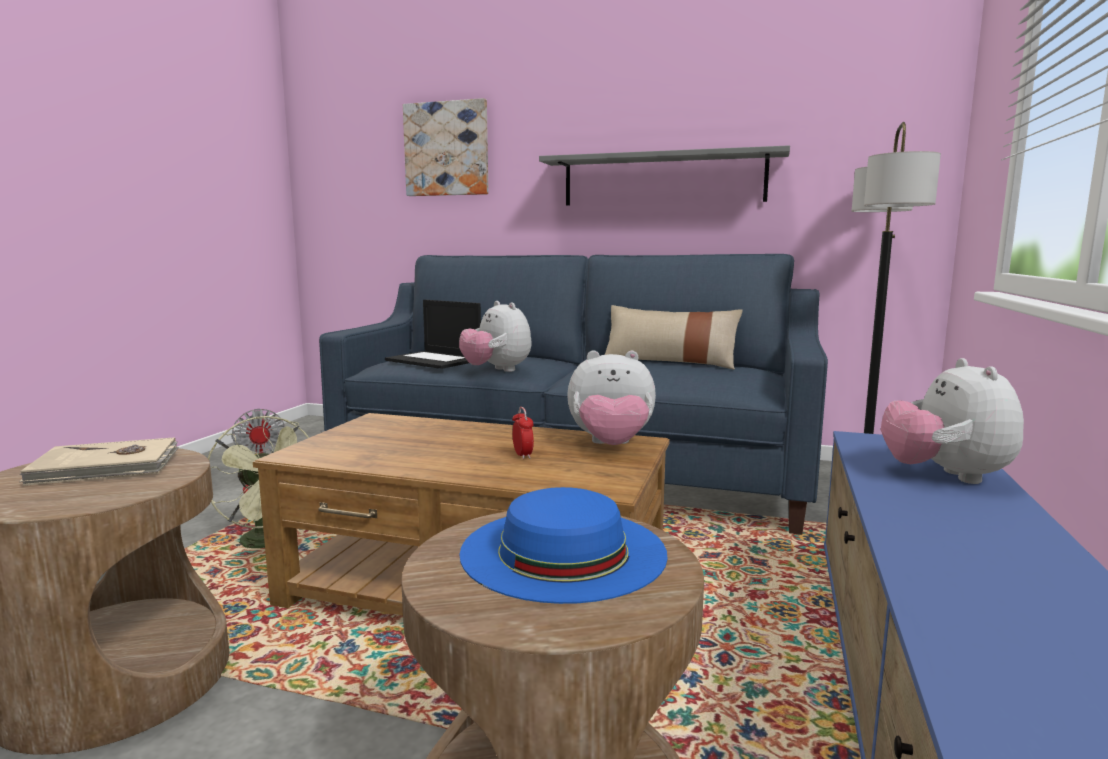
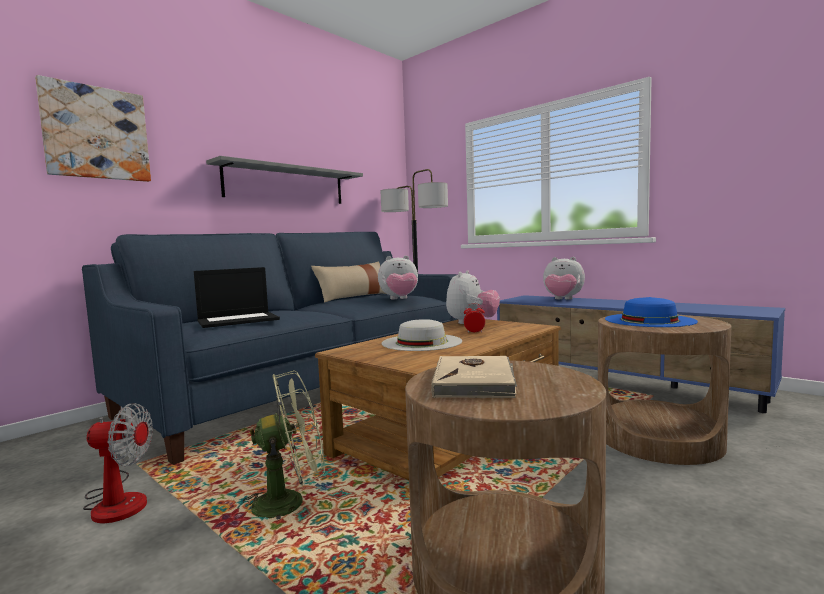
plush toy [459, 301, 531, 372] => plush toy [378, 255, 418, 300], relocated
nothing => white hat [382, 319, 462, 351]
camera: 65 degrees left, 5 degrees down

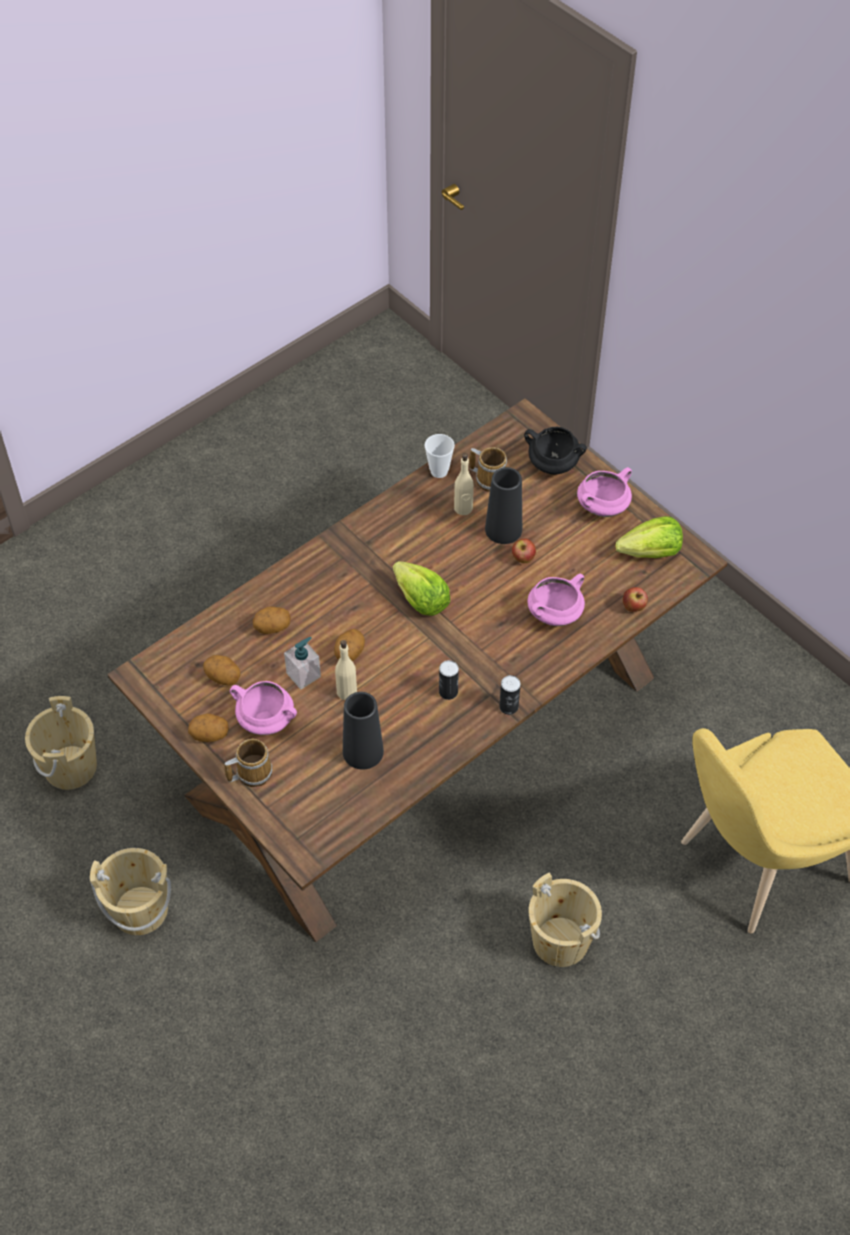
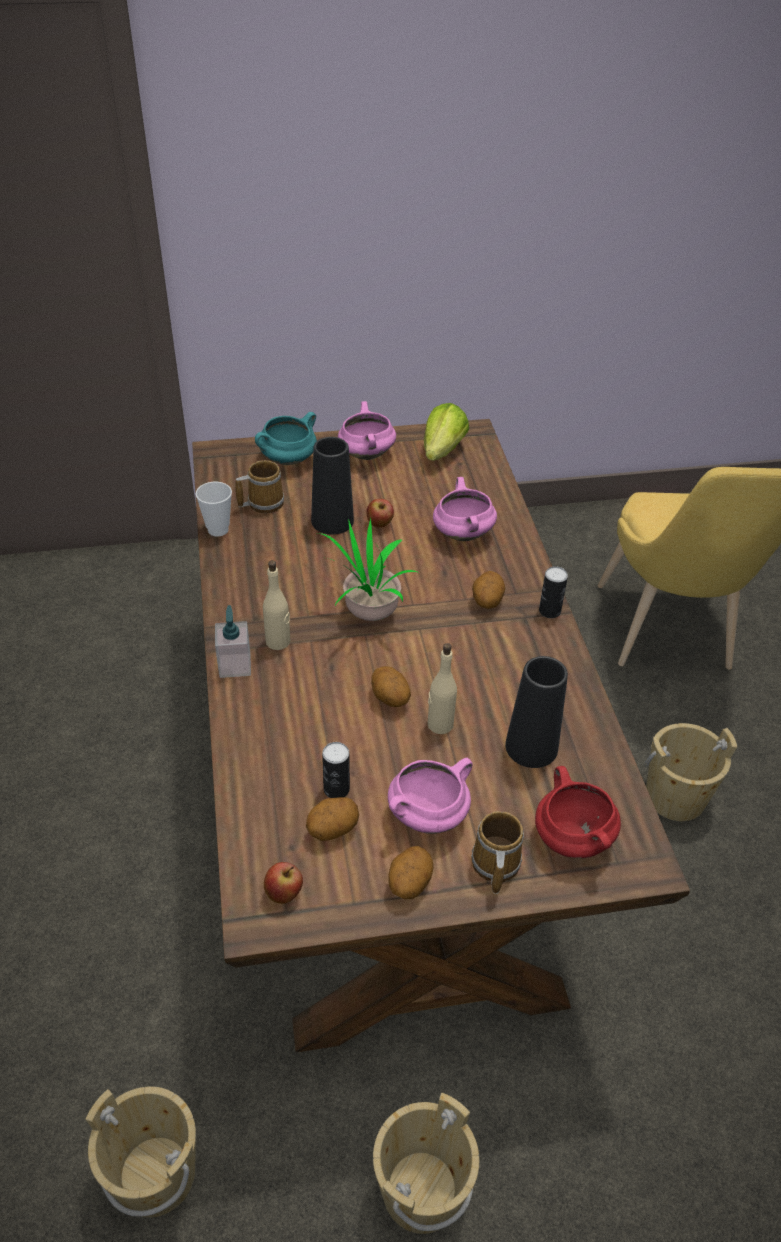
potato [253, 606, 291, 634] => potato [472, 571, 505, 609], relocated
soap dispenser [284, 637, 321, 689] => soap dispenser [215, 605, 251, 678], relocated
lettuce [393, 561, 450, 616] => potted plant [318, 518, 419, 621]
can [439, 660, 459, 700] => can [322, 742, 350, 798], relocated
beige bottle [454, 453, 474, 515] => beige bottle [263, 560, 291, 650], relocated
black cooking pot [524, 427, 587, 474] => turquoise cooking pot [255, 412, 317, 465]
apple [623, 587, 648, 612] => apple [264, 862, 303, 904], relocated
nothing => red cooking pot [535, 766, 621, 859]
camera: 60 degrees left, 10 degrees down

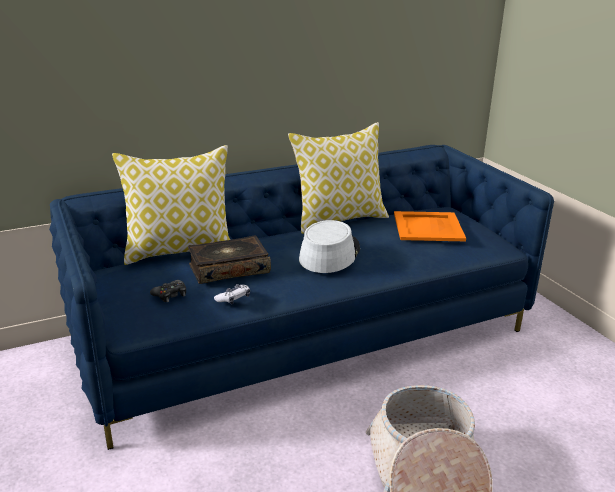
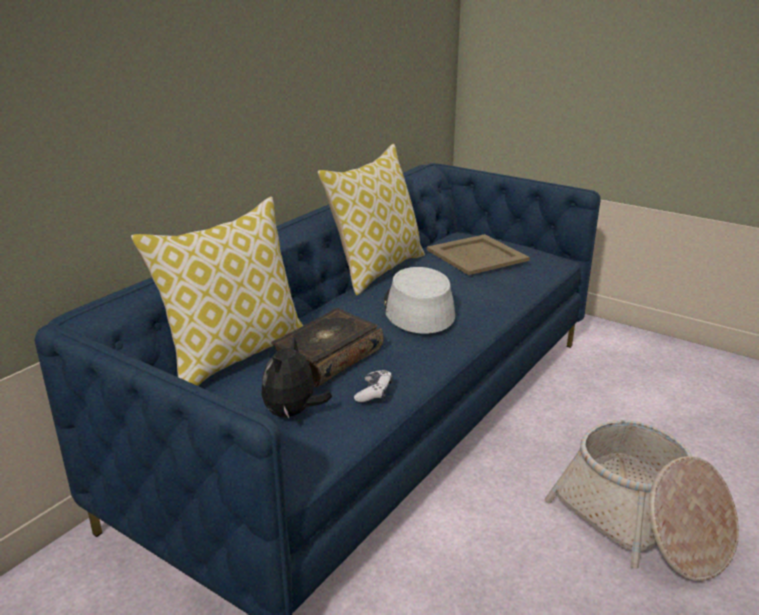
black game controller [150, 280, 186, 302] => plush toy [261, 337, 332, 419]
orange tray [394, 211, 466, 241] => beige tray [427, 234, 530, 275]
camera: 30 degrees left, 0 degrees up

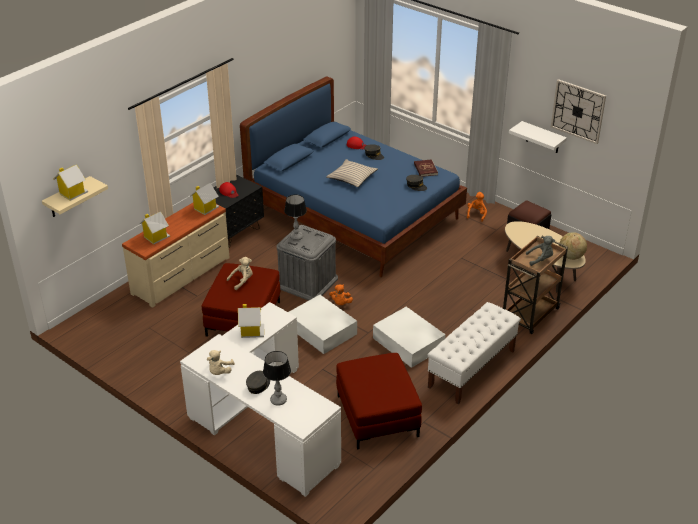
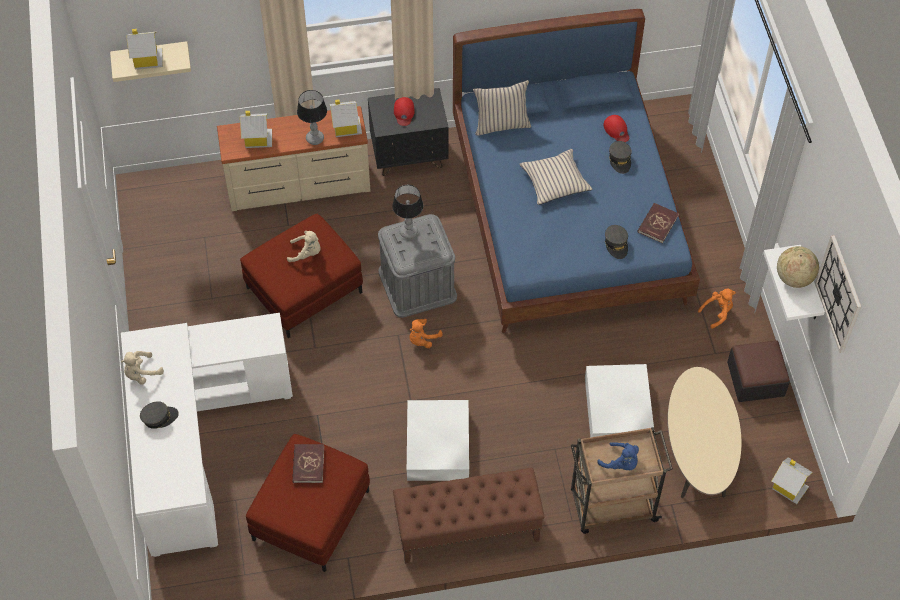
toy house [238, 304, 264, 338] => toy house [772, 457, 813, 504], relocated
table lamp [263, 351, 291, 406] => table lamp [297, 90, 327, 145], relocated
white storage box [288, 295, 357, 354] => white storage box [585, 364, 655, 437], relocated
white bench [428, 302, 521, 404] => brown bench [393, 468, 545, 564]
grey plush toy [526, 236, 555, 266] => blue plush toy [597, 442, 639, 470]
globe [559, 232, 587, 260] => globe [777, 246, 819, 288], relocated
nothing => red book [292, 444, 324, 483]
nothing => beige pillow [473, 80, 531, 136]
camera: 40 degrees right, 20 degrees up

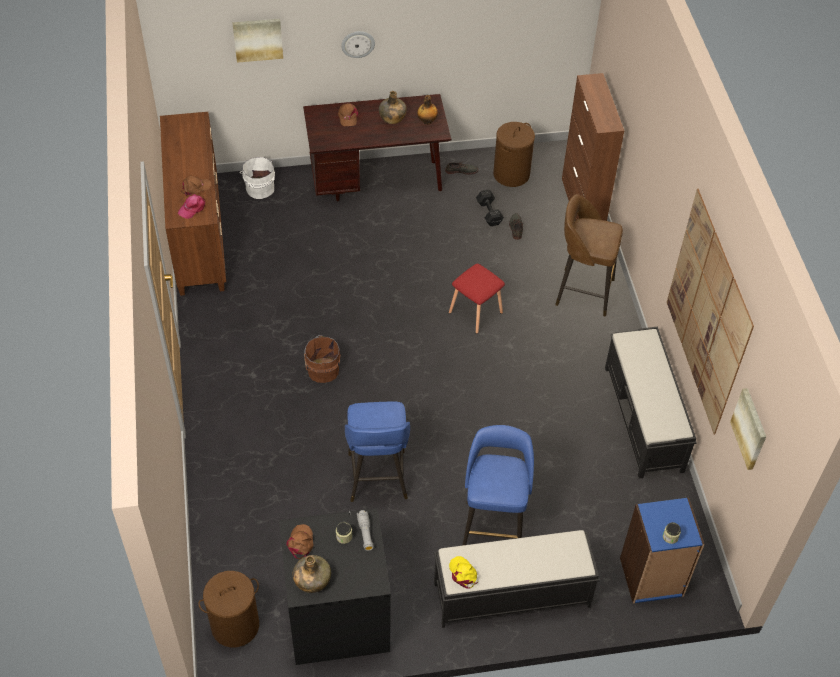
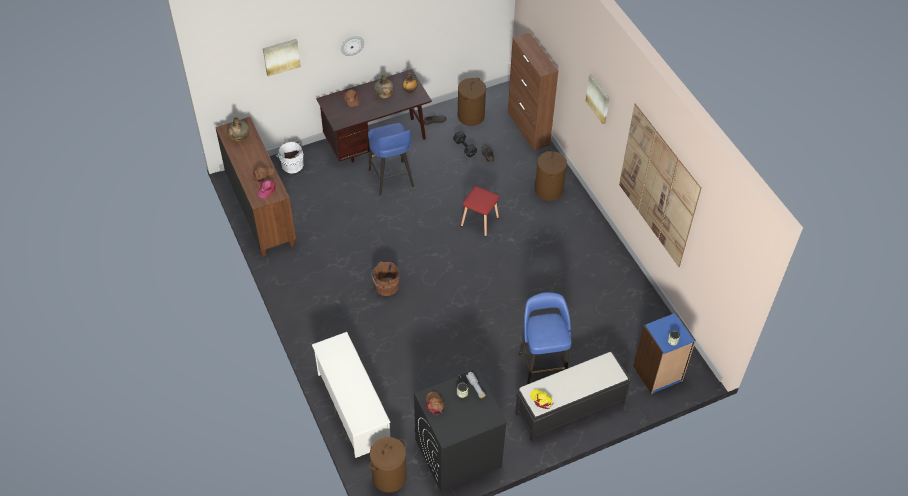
green bottle [292, 555, 331, 593] => green bottle [227, 117, 249, 141], relocated
blue stool [345, 402, 410, 502] => blue stool [368, 123, 414, 196], relocated
brown stool [555, 194, 623, 316] => brown laundry basket [535, 150, 567, 201]
black bench [605, 327, 697, 479] => nothing
picture [730, 388, 766, 470] => picture [585, 74, 610, 124], relocated
nothing => white shoe rack [312, 332, 391, 458]
camera: 15 degrees left, 0 degrees up

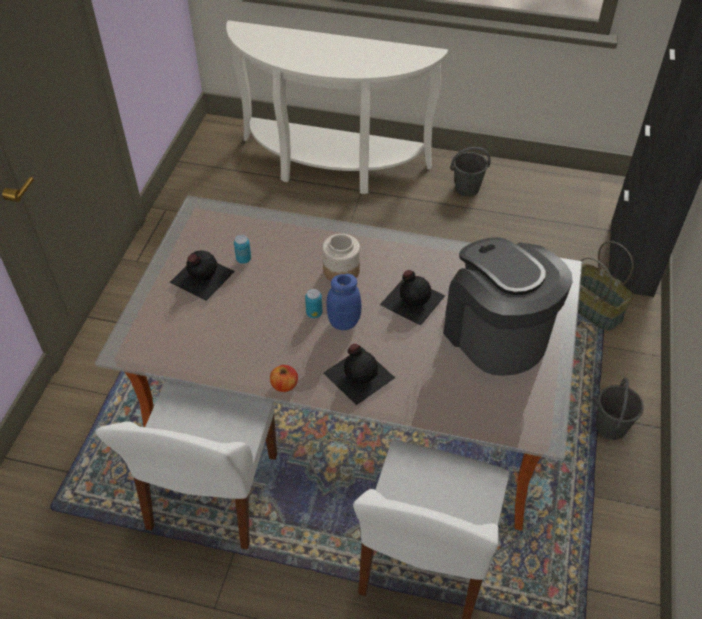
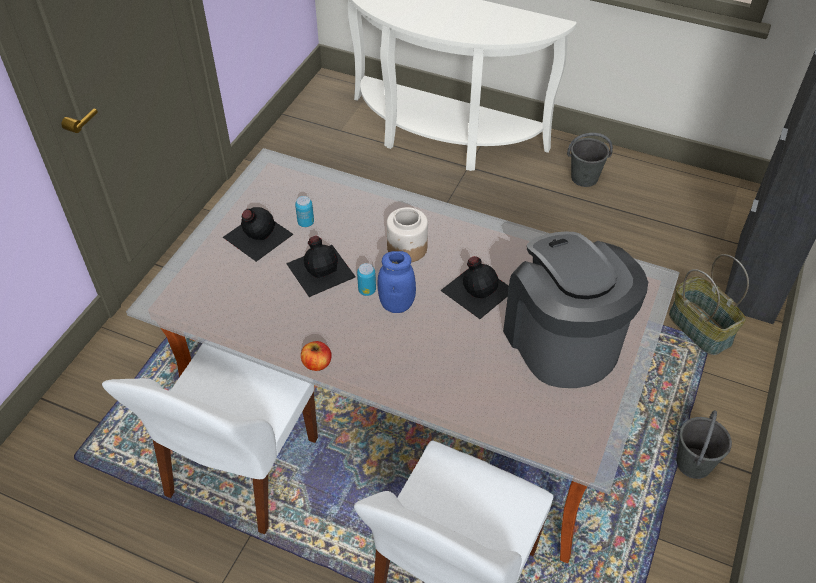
black bottle [323, 344, 395, 405] => black bottle [286, 236, 356, 297], relocated
camera: 10 degrees right, 0 degrees up

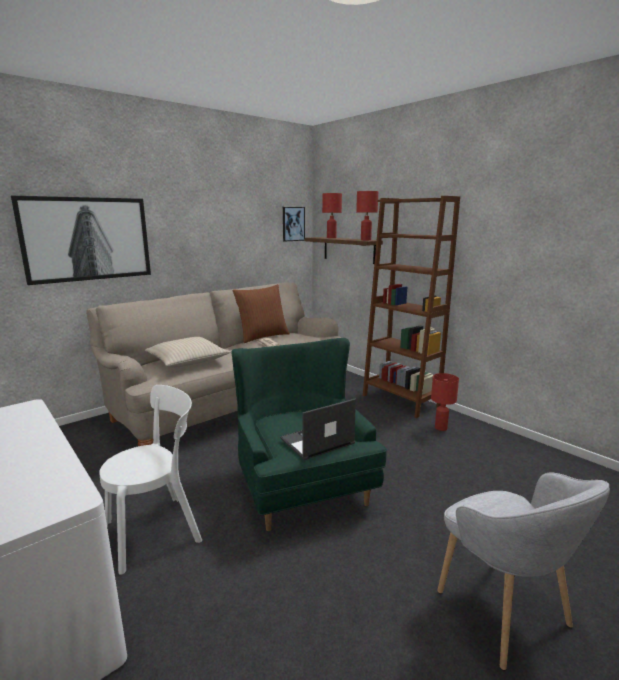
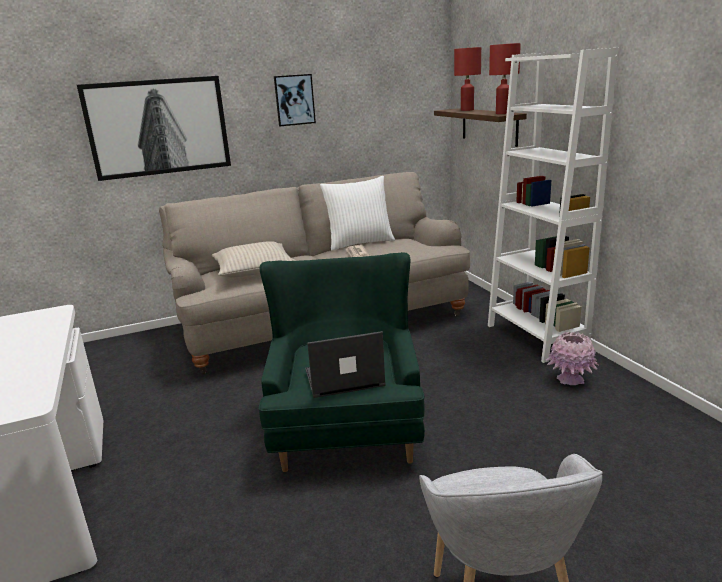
white chair [99, 385, 202, 575] => nothing
brown pillow [233, 284, 290, 343] => white pillow [320, 176, 395, 251]
picture [283, 207, 305, 242] => picture [274, 74, 316, 126], relocated
brown bookcase [363, 196, 460, 418] => white bookcase [488, 48, 618, 363]
red table lamp [431, 373, 459, 431] => pink vase [546, 332, 598, 385]
camera: 20 degrees right, 5 degrees up

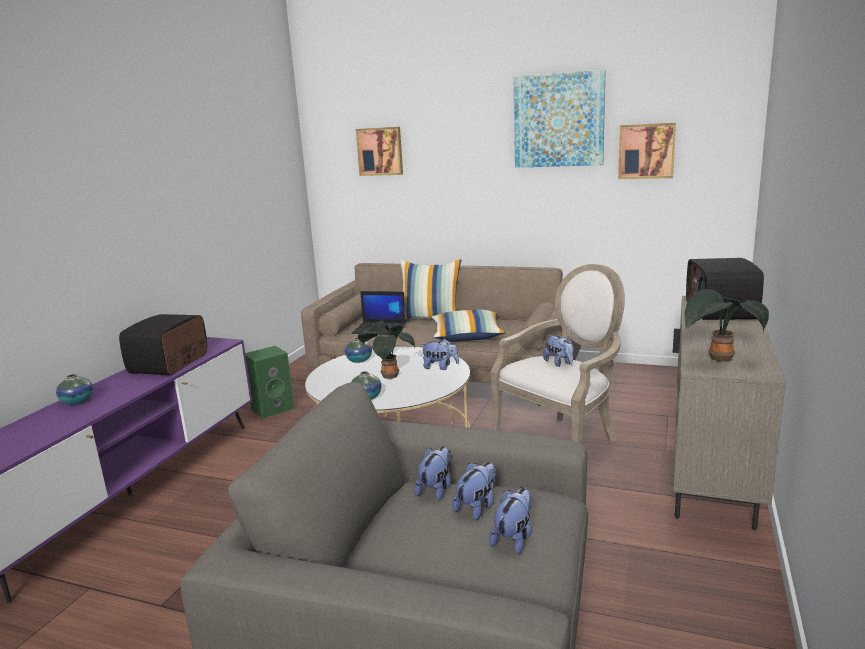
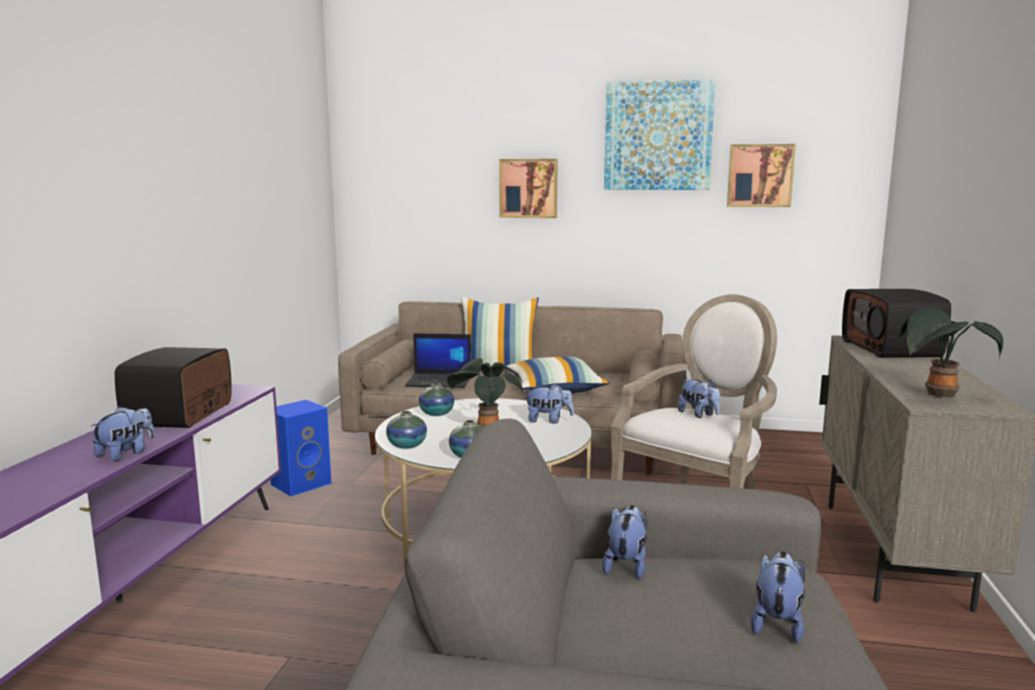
vase [56, 374, 93, 405] => vase [386, 411, 427, 449], relocated
green speaker [245, 346, 295, 419] => blue speaker [271, 400, 331, 496]
picture [356, 127, 403, 176] => picture [499, 159, 558, 218], relocated
plush toy [452, 462, 496, 520] => plush toy [91, 407, 154, 461], relocated
camera: 10 degrees left, 5 degrees down

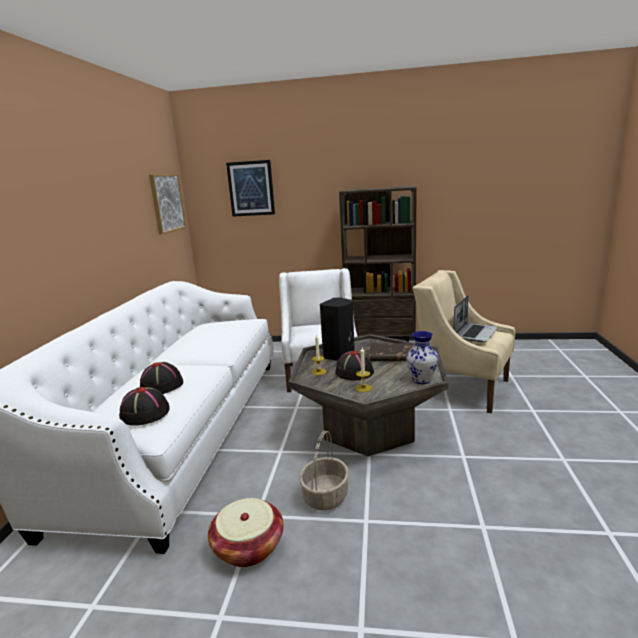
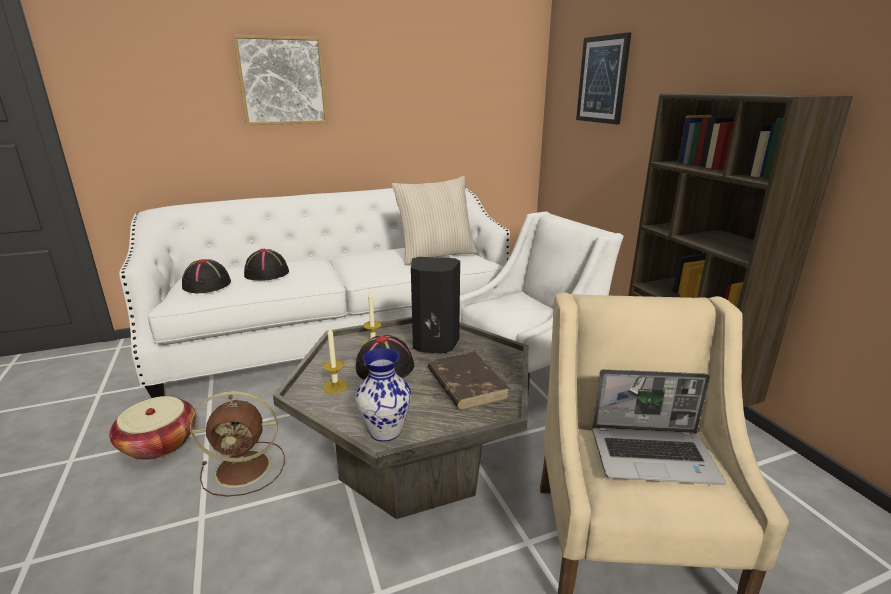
picture [149, 174, 187, 235] => picture [233, 35, 328, 125], relocated
basket [299, 431, 349, 511] => brown fan [190, 391, 285, 497]
nothing => beige pillow [392, 176, 477, 265]
camera: 60 degrees right, 5 degrees up

